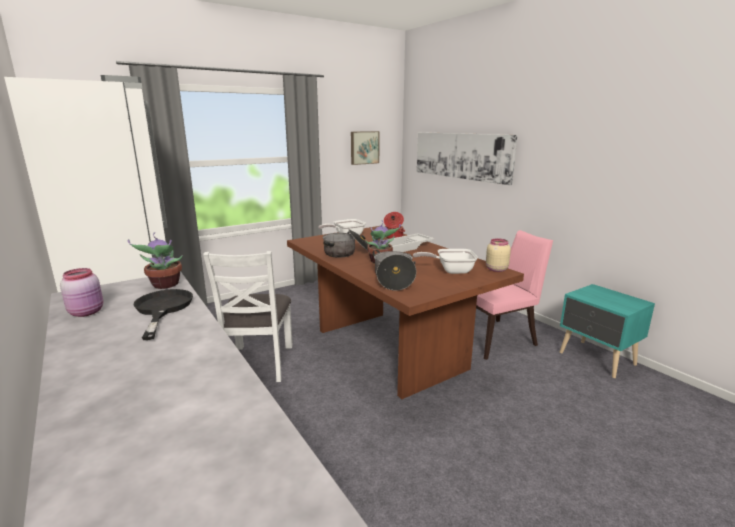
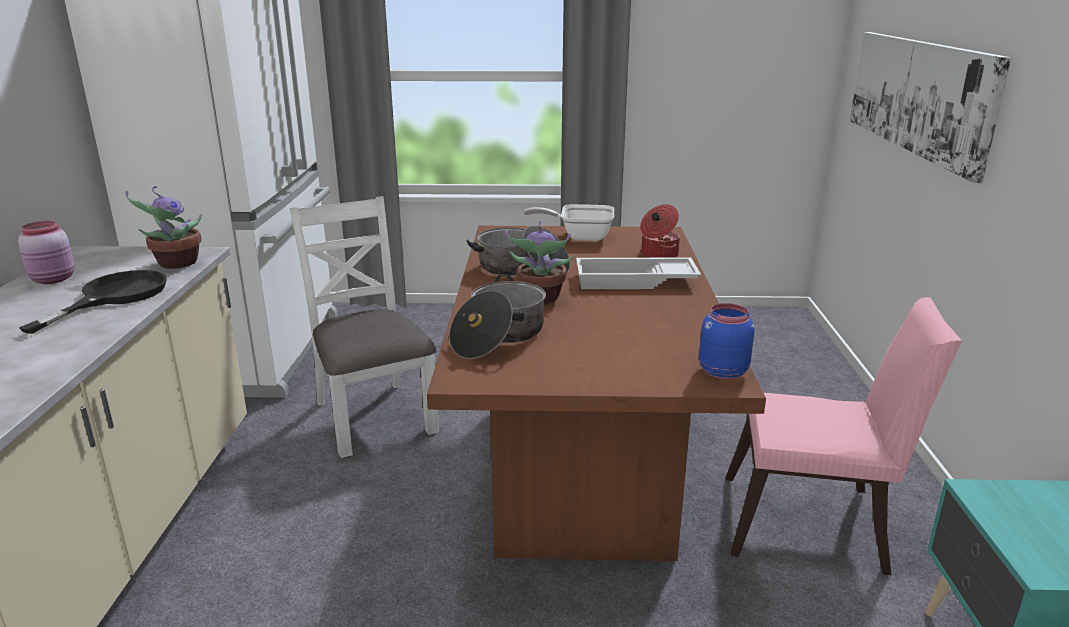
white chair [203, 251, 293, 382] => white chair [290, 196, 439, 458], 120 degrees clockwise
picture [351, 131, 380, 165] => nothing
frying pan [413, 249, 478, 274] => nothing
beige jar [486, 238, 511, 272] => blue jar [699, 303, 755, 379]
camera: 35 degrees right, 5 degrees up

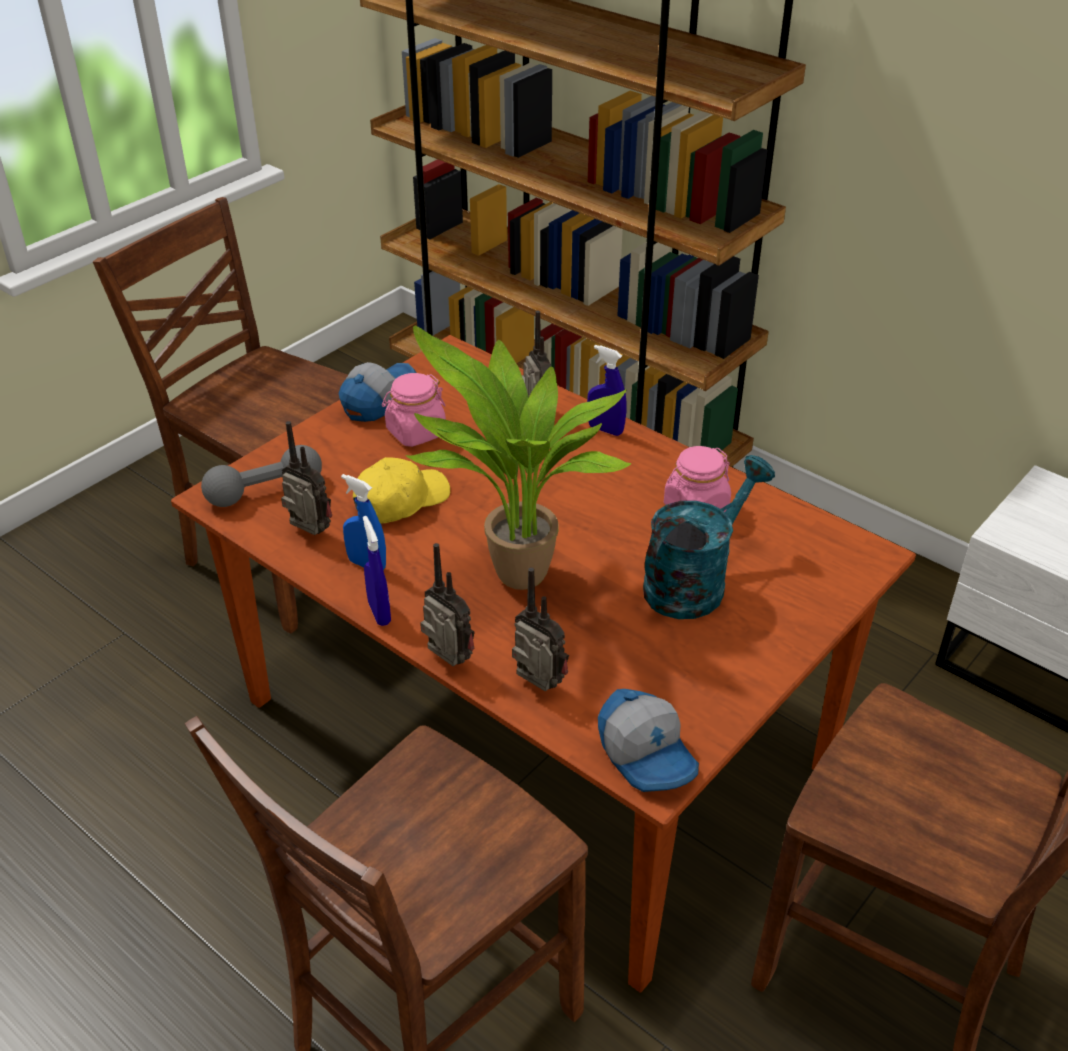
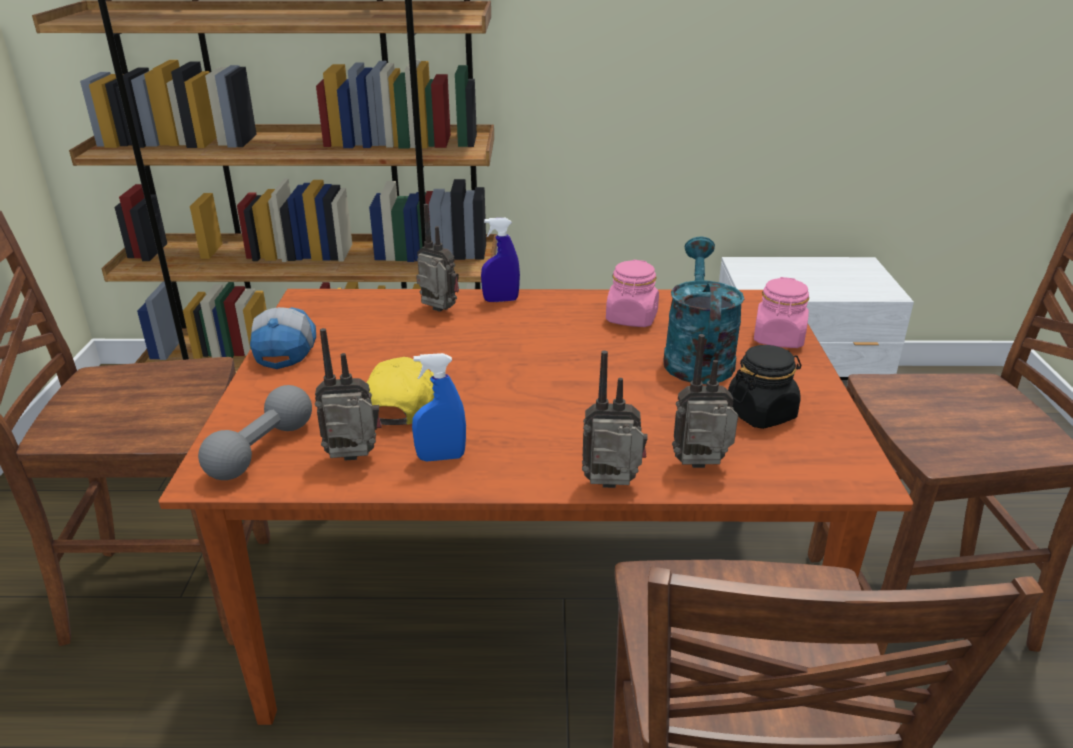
blue spray bottle [363, 516, 391, 626] => nothing
pink jar [382, 373, 446, 447] => pink jar [754, 277, 809, 348], relocated
potted plant [405, 325, 632, 590] => nothing
cap [598, 689, 699, 792] => nothing
nothing => black jar [728, 345, 801, 429]
camera: 40 degrees left, 10 degrees down

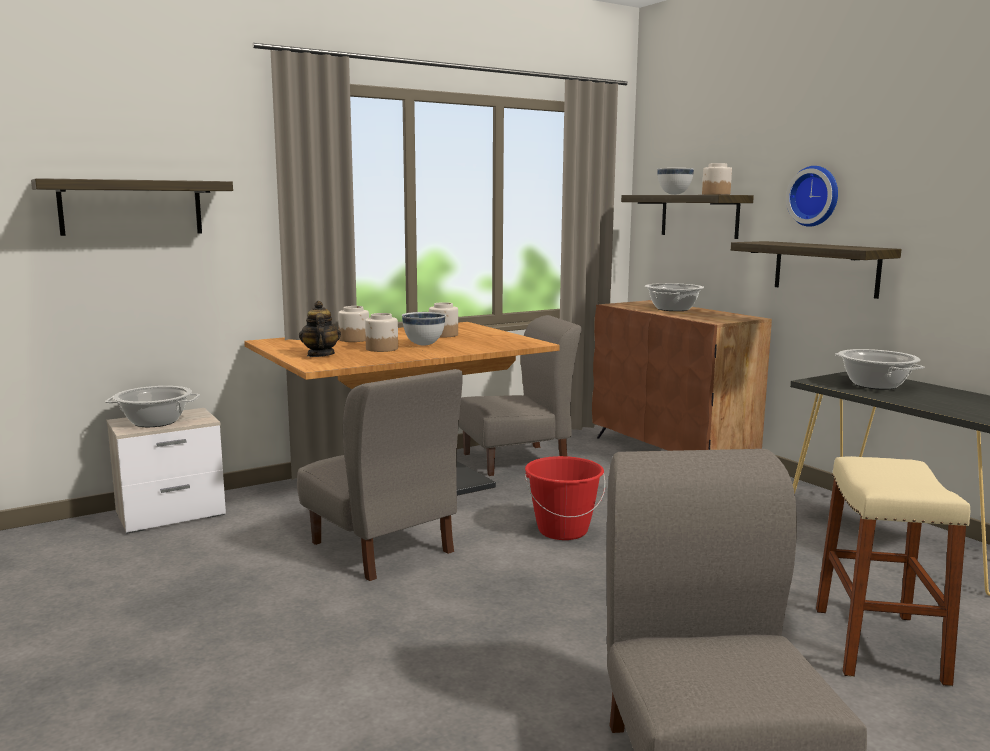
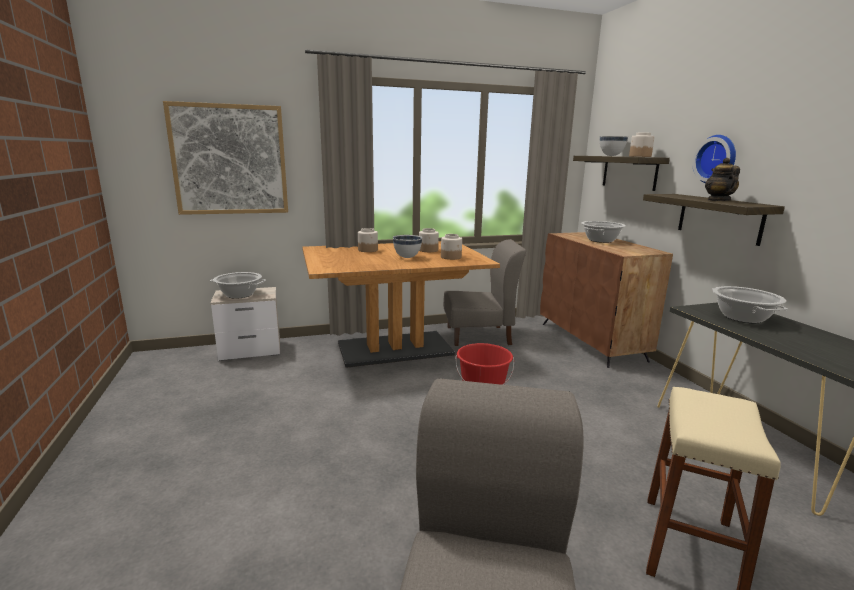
shelf [31, 178, 233, 236] => picture [163, 101, 288, 215]
grey chair [297, 369, 463, 581] => nothing
teapot [299, 301, 341, 357] => teapot [705, 158, 740, 201], relocated
jar [365, 313, 398, 352] => jar [441, 234, 462, 260], relocated
camera: 15 degrees right, 5 degrees up

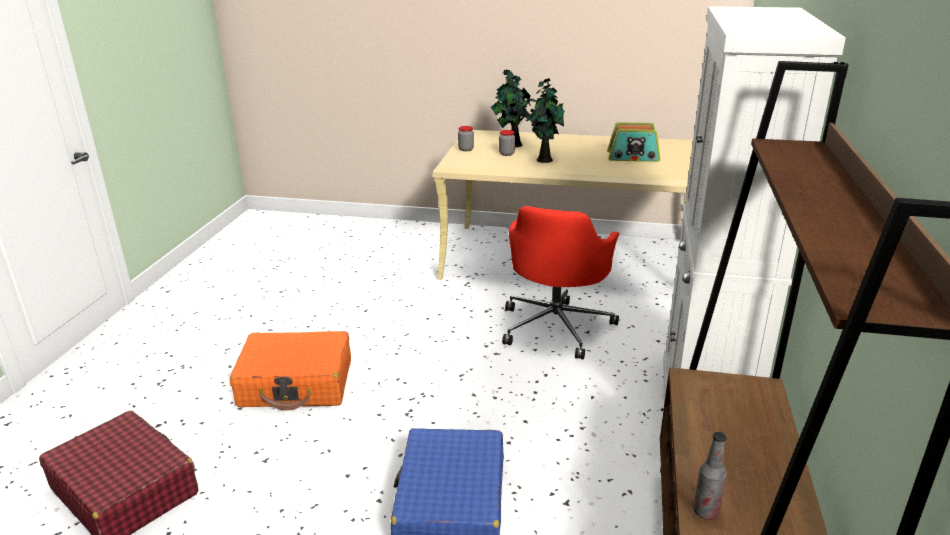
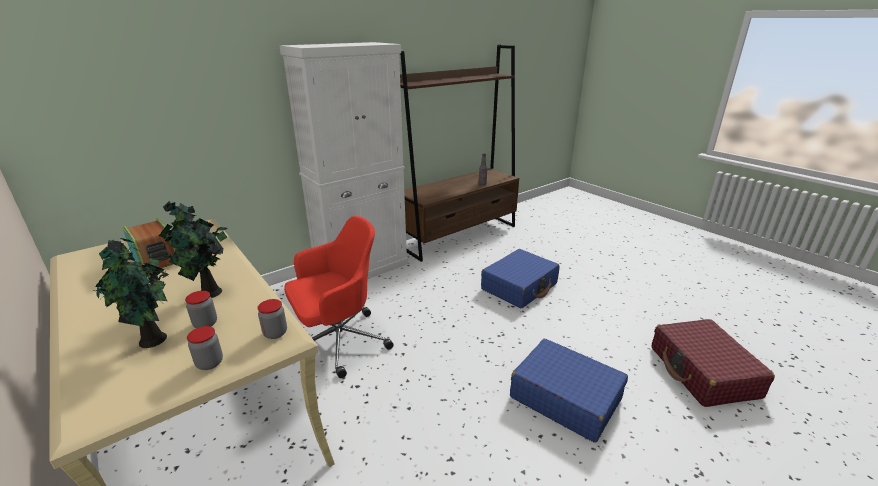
orange suitcase [230, 331, 351, 410] => blue suitcase [510, 339, 628, 442]
nothing => jar [258, 299, 287, 339]
camera: 140 degrees left, 0 degrees up

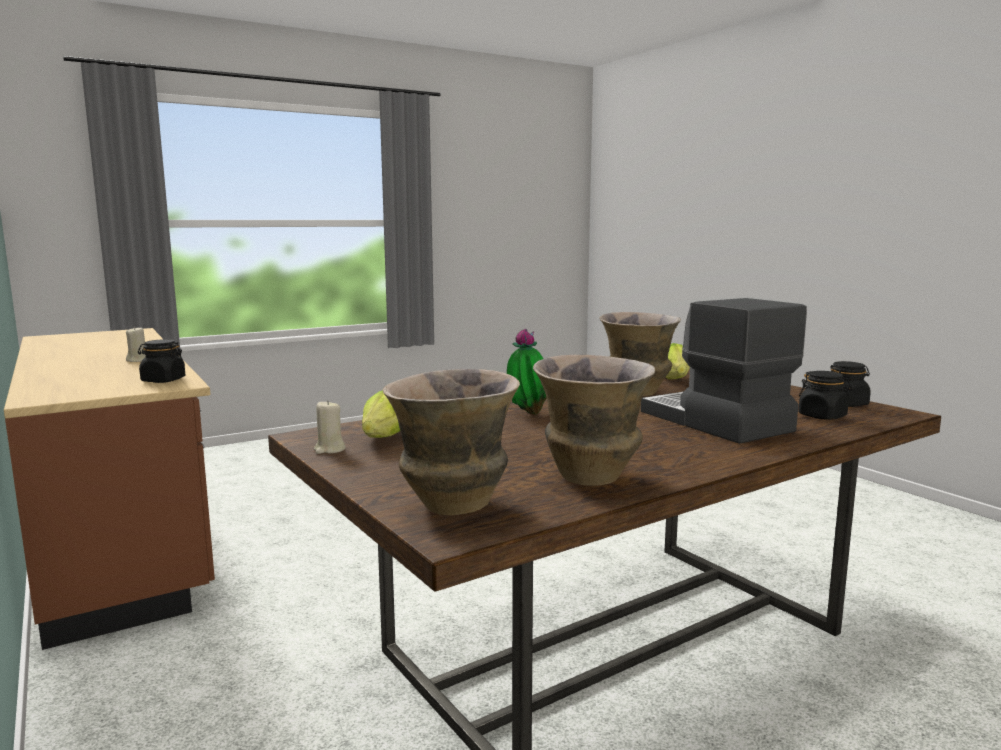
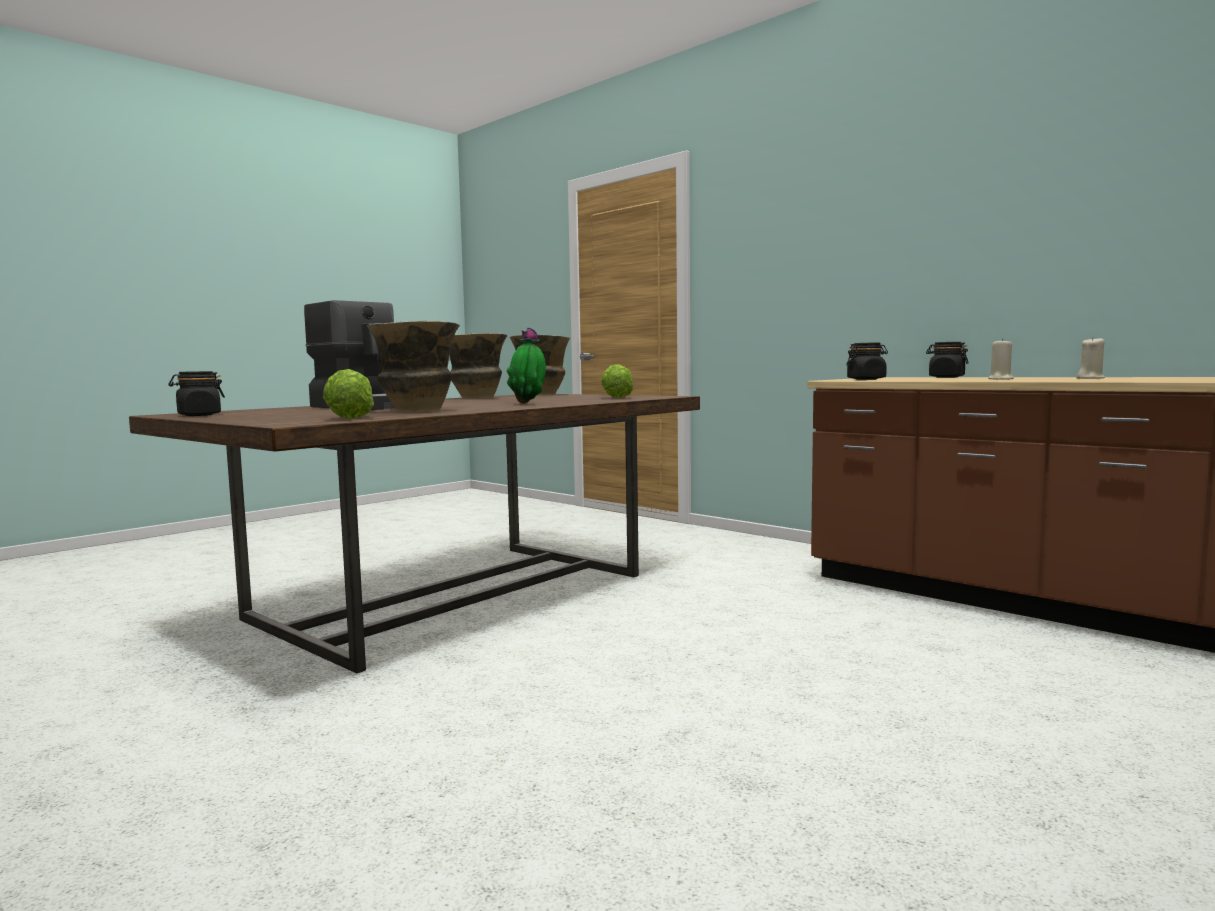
beige candle [314, 400, 346, 454] => beige candle [1076, 336, 1105, 379], relocated
black jar [799, 371, 852, 420] => black jar [926, 342, 969, 378], relocated
camera: 165 degrees right, 5 degrees down

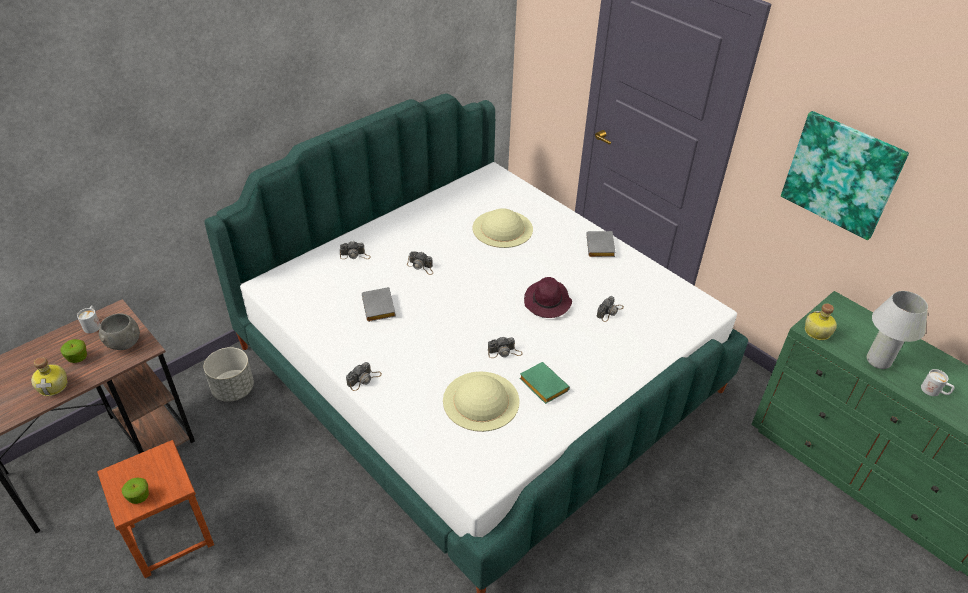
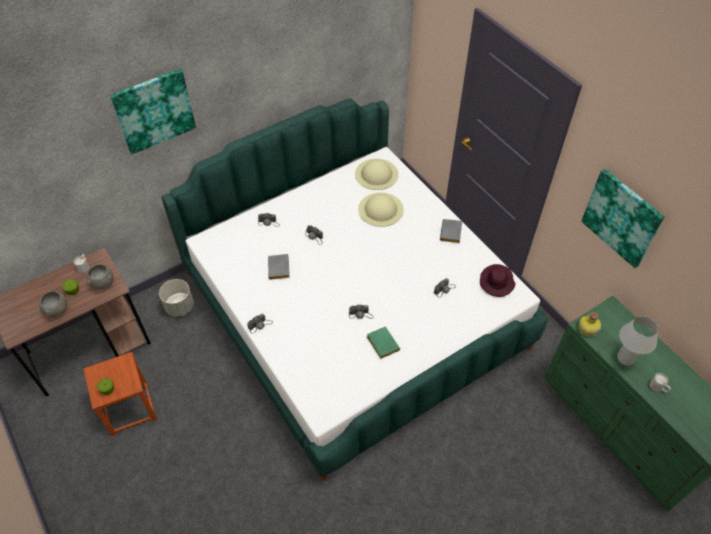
bottle [31, 357, 67, 396] => grey bowl [39, 291, 67, 317]
beige hat [443, 372, 519, 432] => beige hat [355, 159, 399, 190], relocated
purple hat [524, 277, 572, 318] => purple hat [480, 264, 515, 297], relocated
nothing => picture [110, 69, 196, 154]
camera: 10 degrees right, 10 degrees up

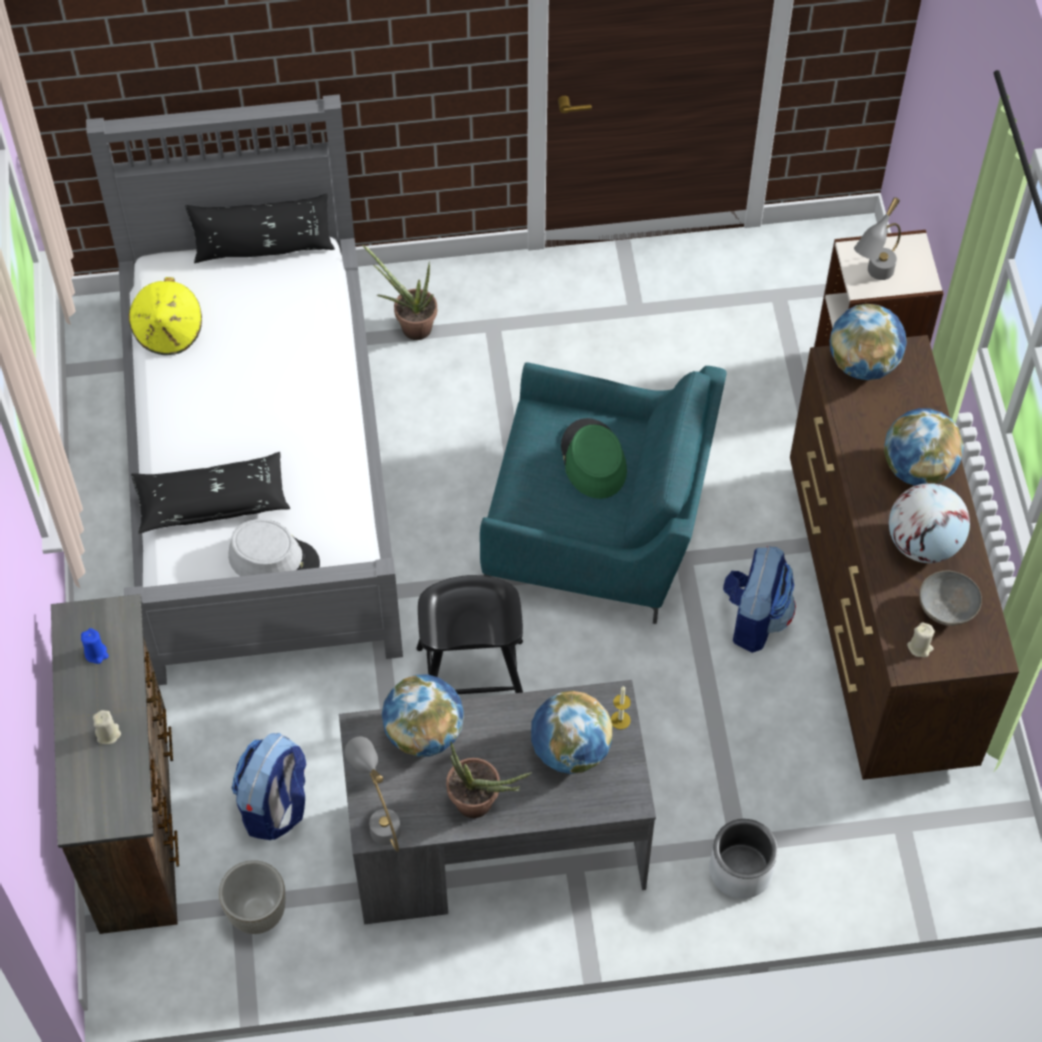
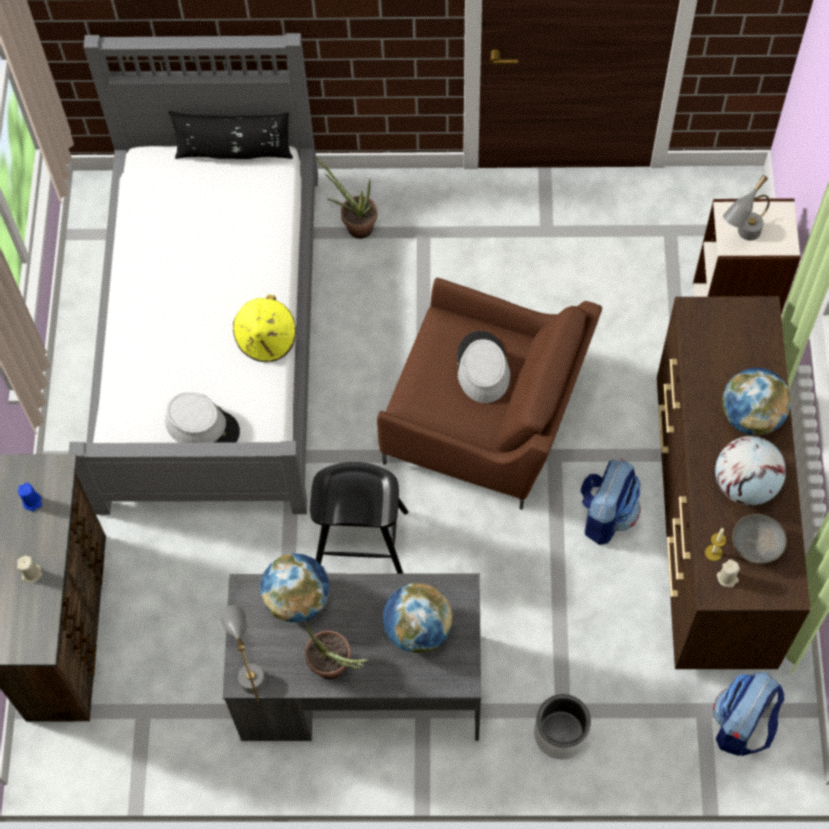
yellow hat [129, 277, 202, 355] => yellow hat [233, 294, 296, 362], relocated
black pillow [131, 452, 290, 534] => nothing
grey planter [219, 860, 286, 934] => nothing
backpack [231, 733, 307, 840] => backpack [713, 672, 784, 756], relocated
turquoise armchair [480, 362, 726, 624] => brown armchair [377, 278, 602, 510]
green hat [561, 418, 627, 499] => grey hat [457, 331, 510, 403]
candle [611, 686, 631, 729] => candle [705, 528, 726, 561], relocated
globe [830, 304, 907, 380] => nothing
camera: 10 degrees right, 5 degrees up

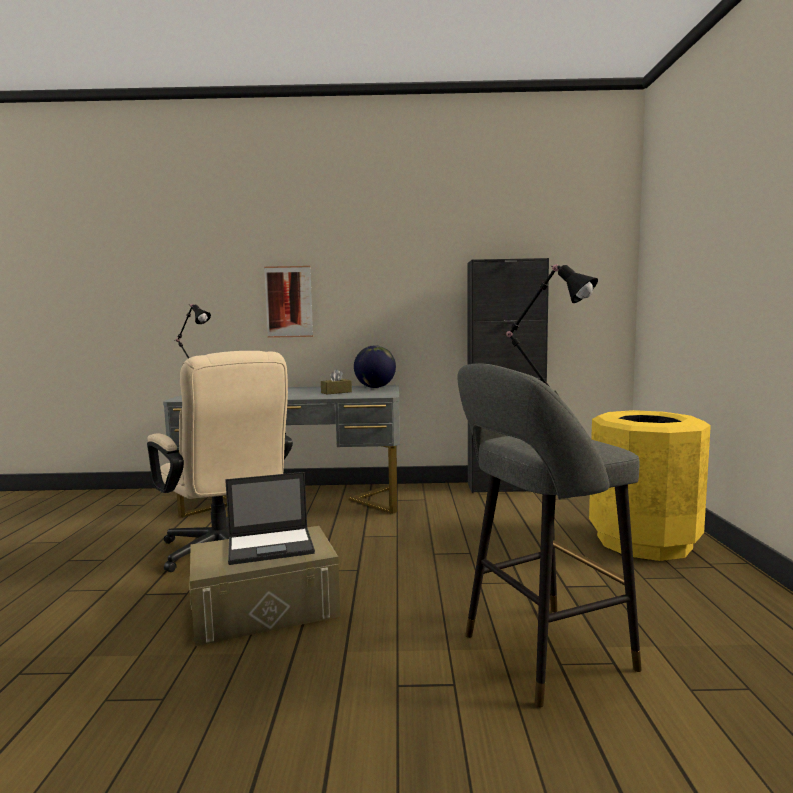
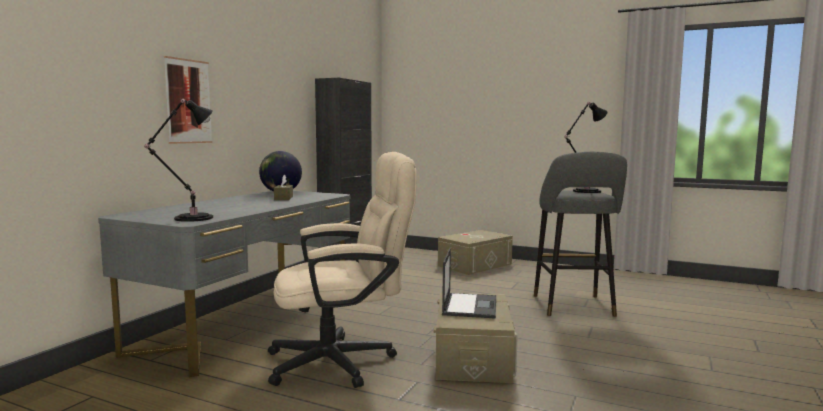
yellow trash can [589, 410, 711, 561] => beige storage box [438, 230, 513, 275]
camera: 65 degrees left, 0 degrees up

